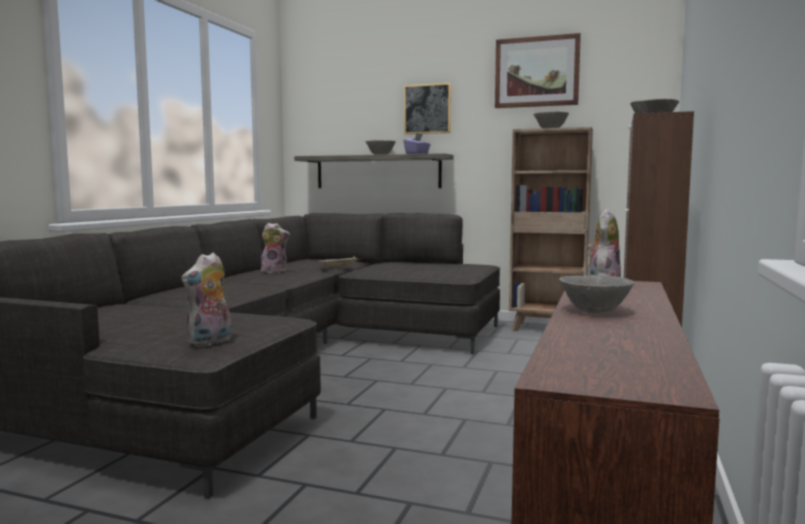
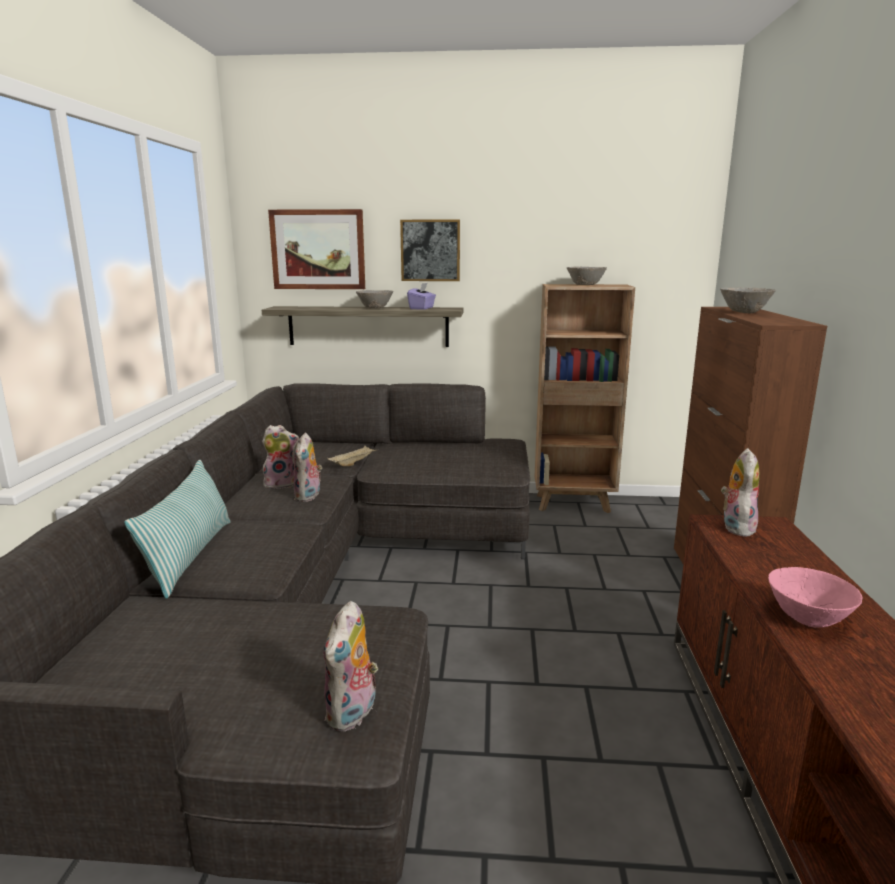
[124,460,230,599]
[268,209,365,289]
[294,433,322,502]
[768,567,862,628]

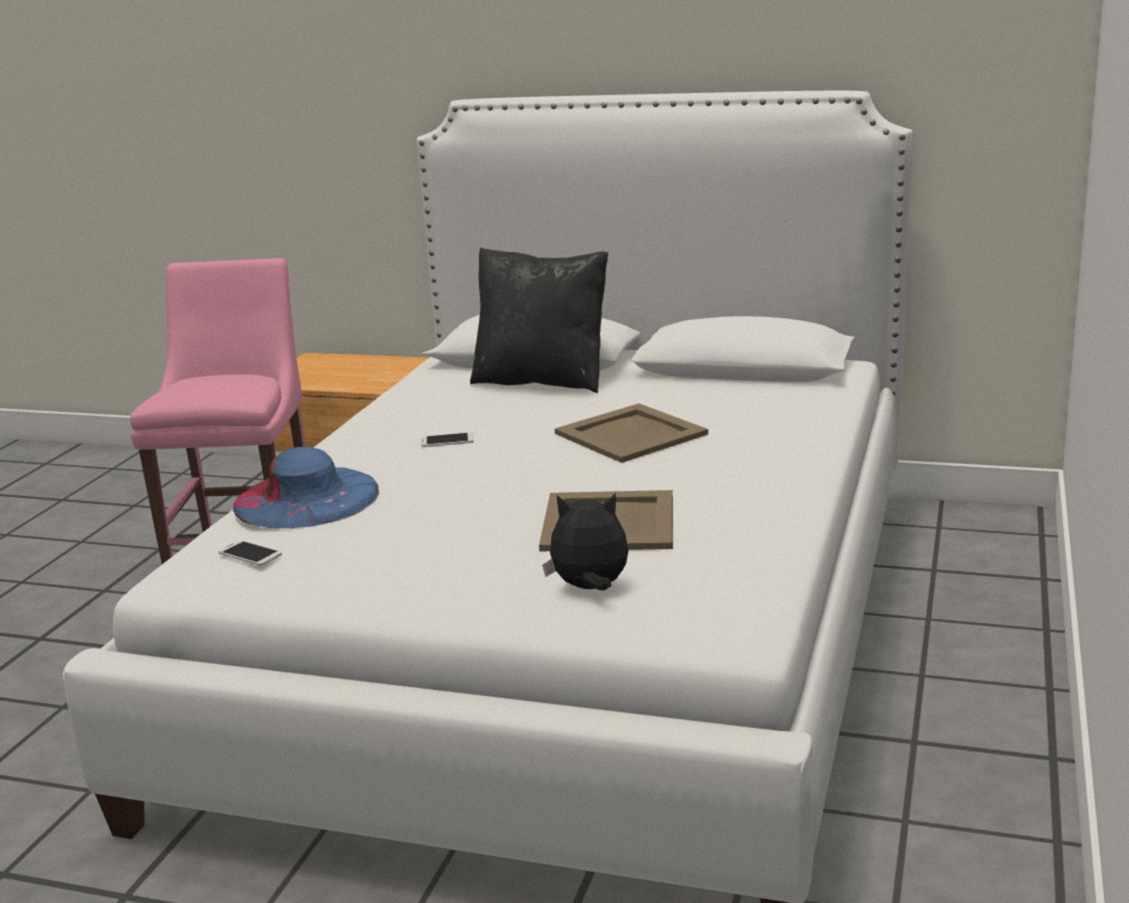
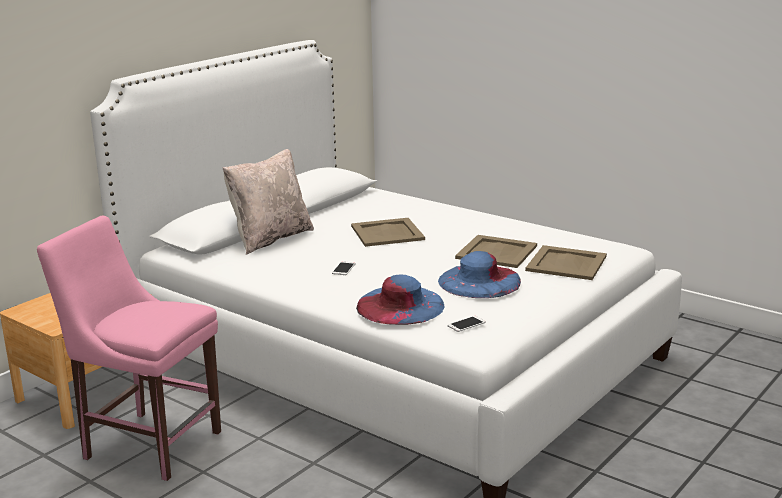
[222,149,314,255]
[438,251,521,298]
[525,245,607,280]

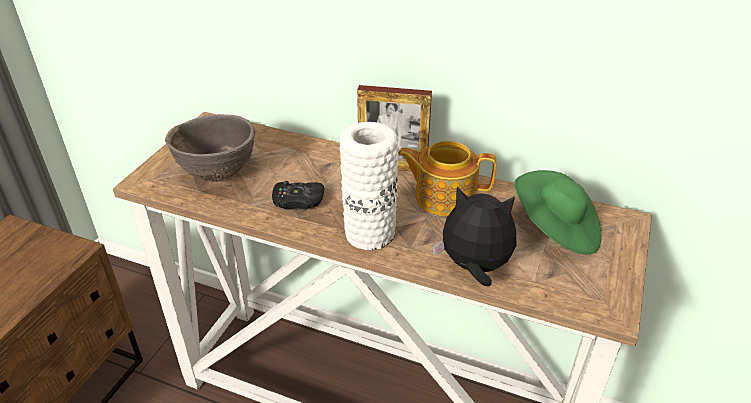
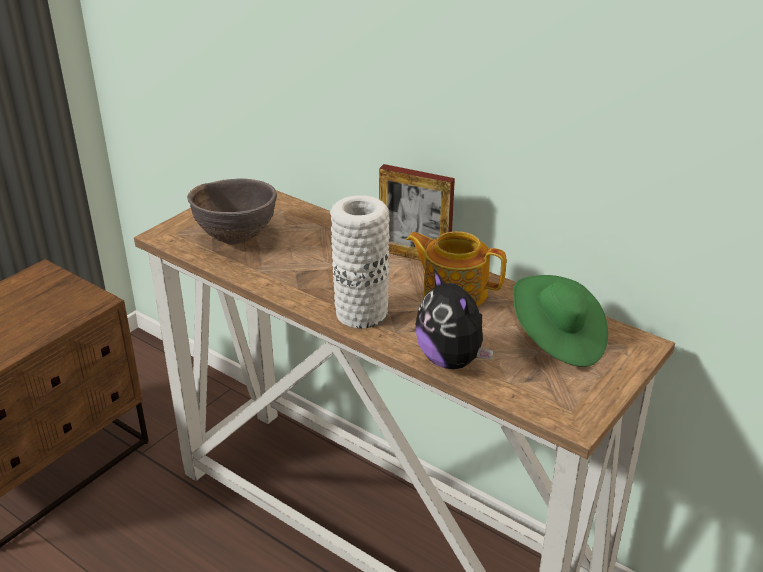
[416,269,493,369]
[272,181,324,210] (first image)

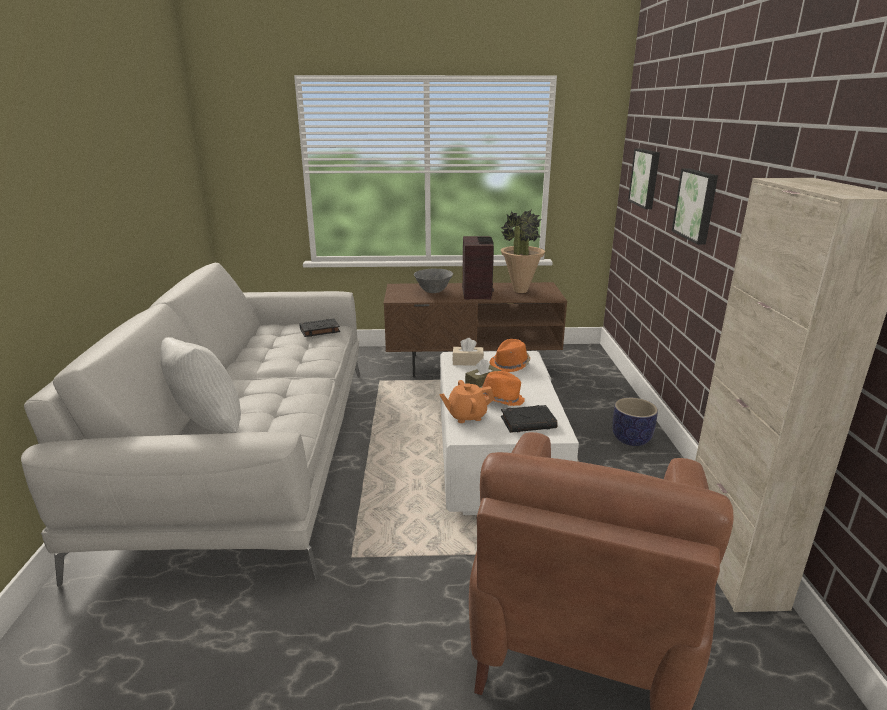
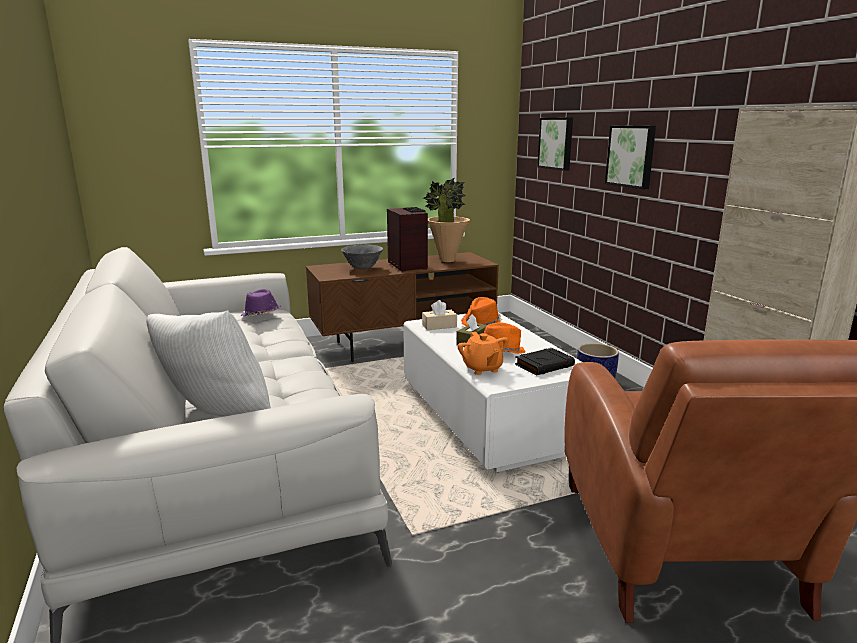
[241,289,281,317]
[458,332,509,375]

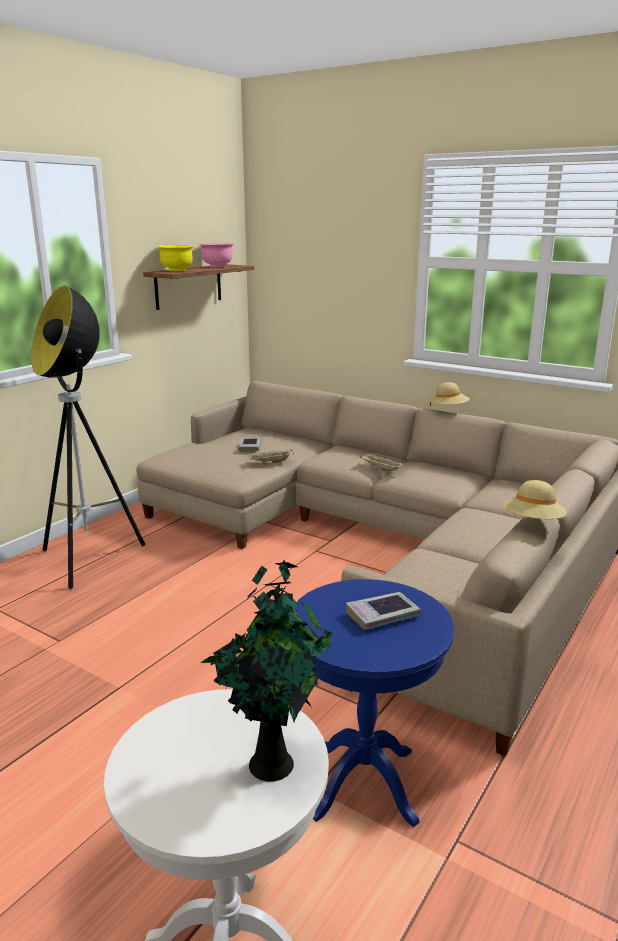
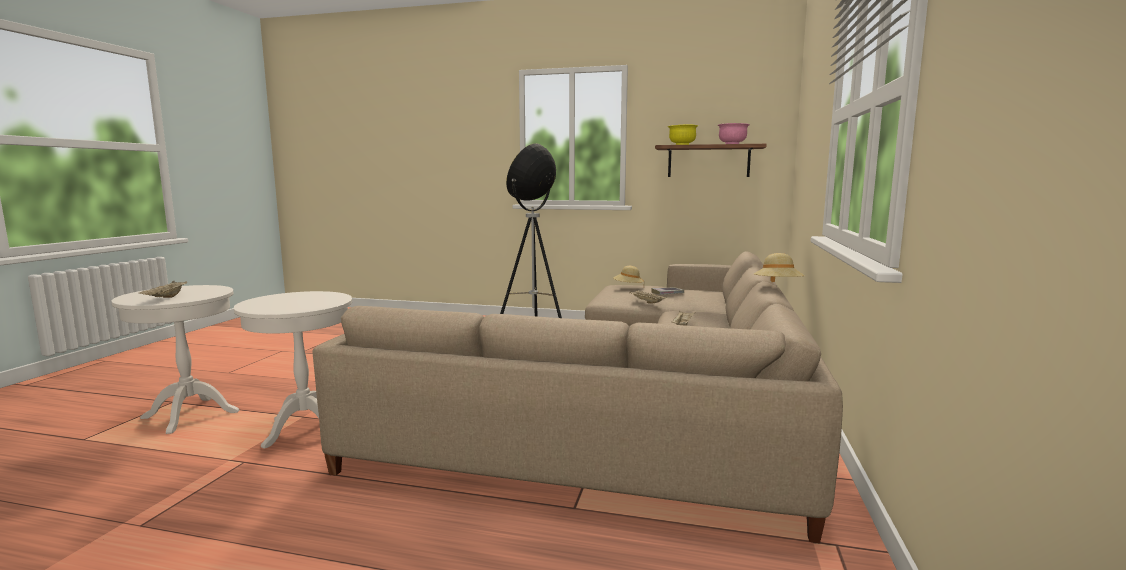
[139,281,188,298]
[234,291,352,449]
[613,266,644,283]
[346,592,421,630] (first image)

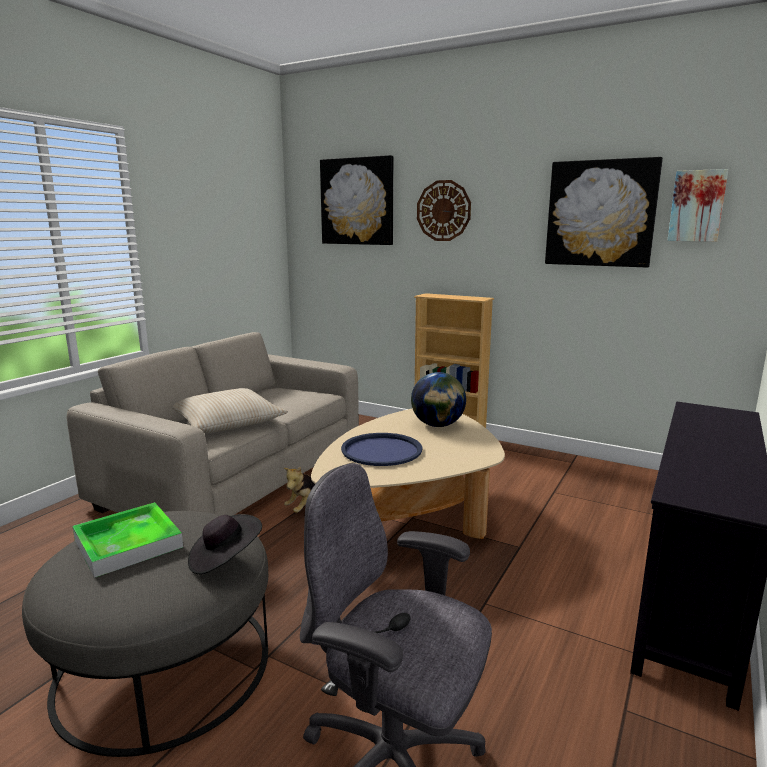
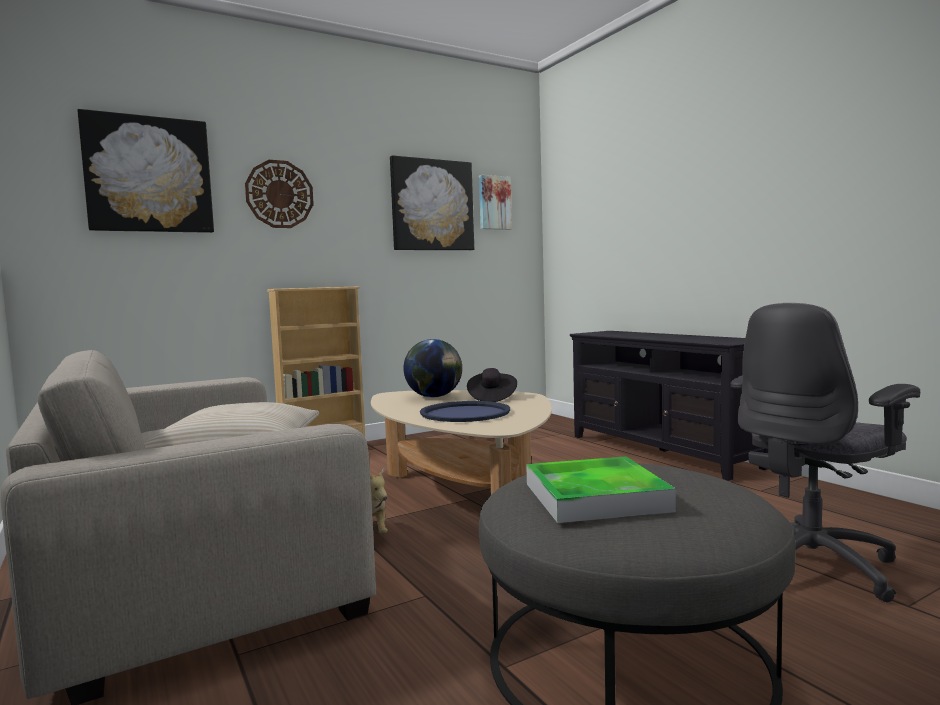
[467,368,517,402]

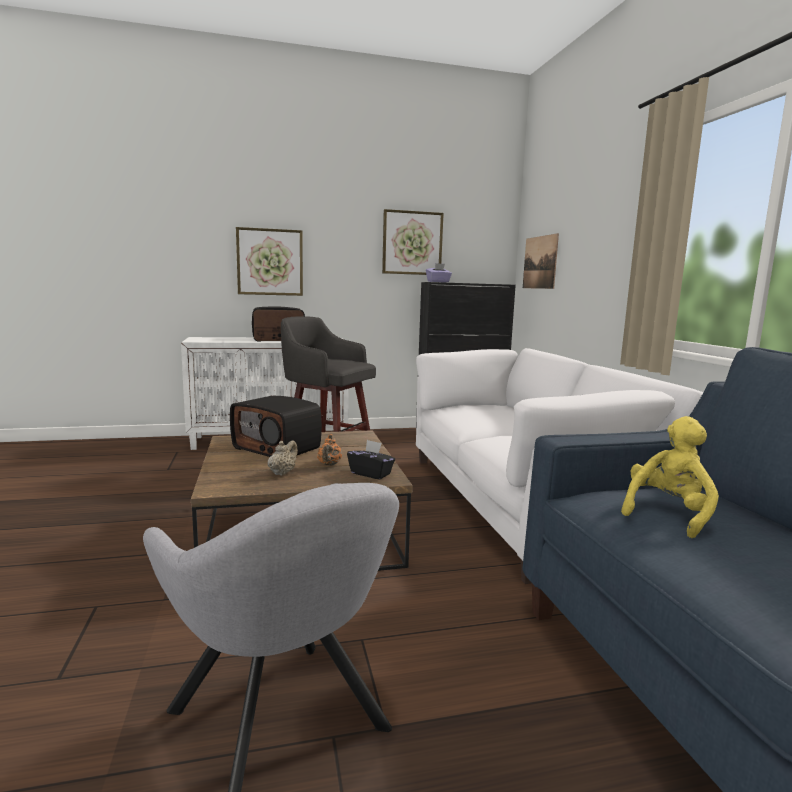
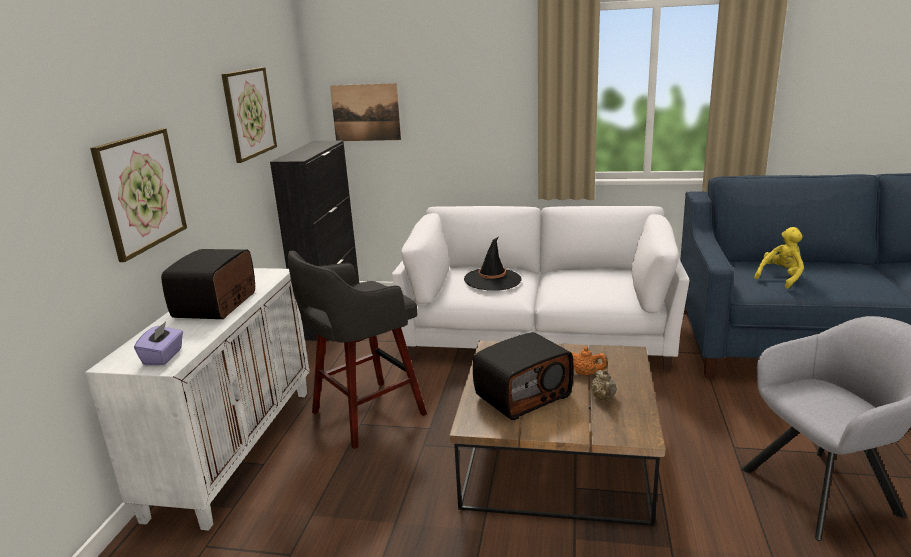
[134,322,183,365]
[464,237,522,291]
[591,369,617,401]
[754,227,804,289]
[347,440,395,480] (first image)

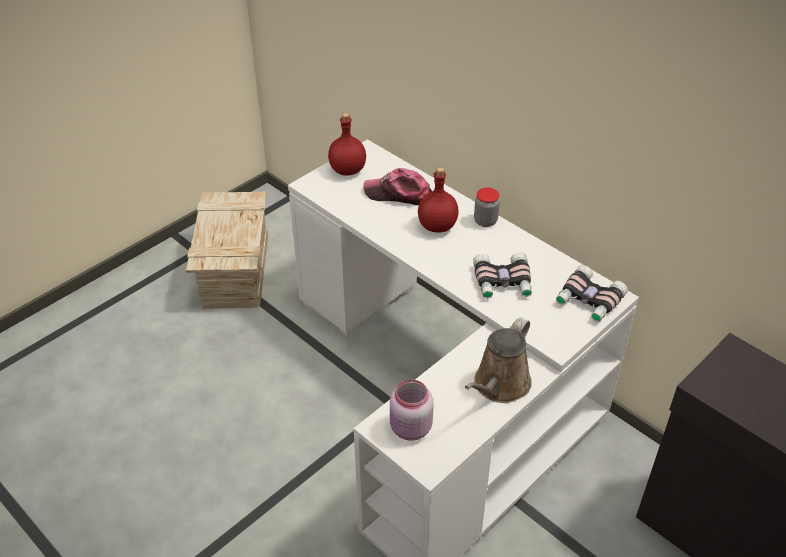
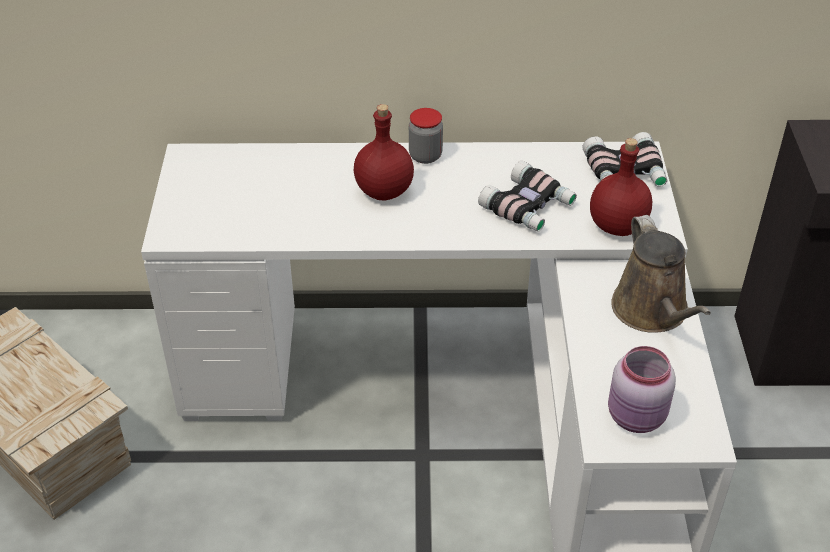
[590,138,652,236]
[363,168,432,205] (first image)

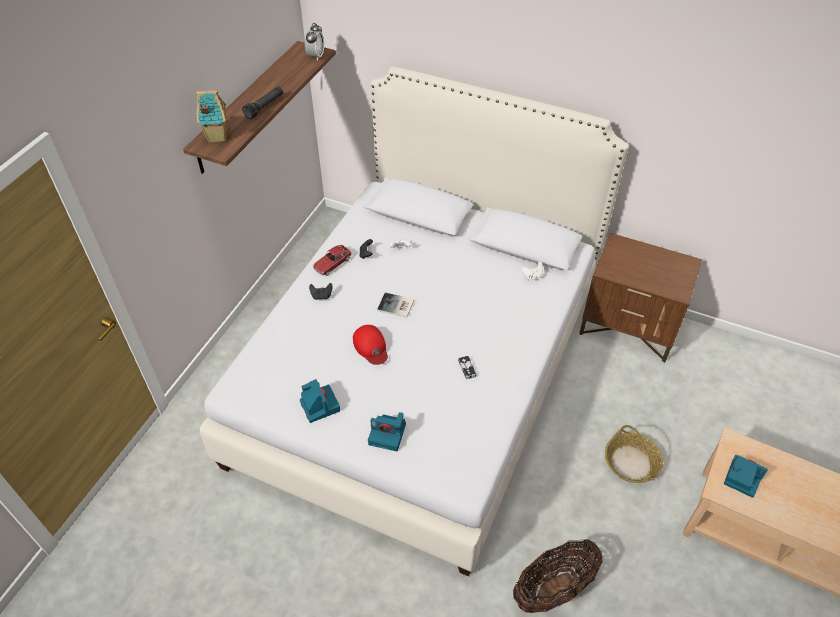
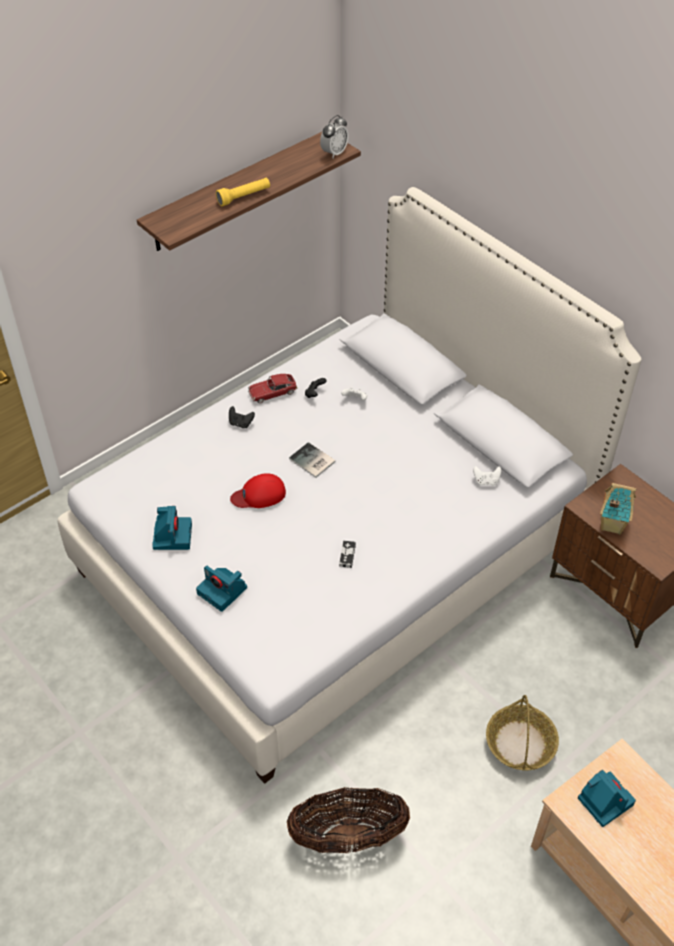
[216,178,270,206]
[230,473,286,508]
[600,483,636,535]

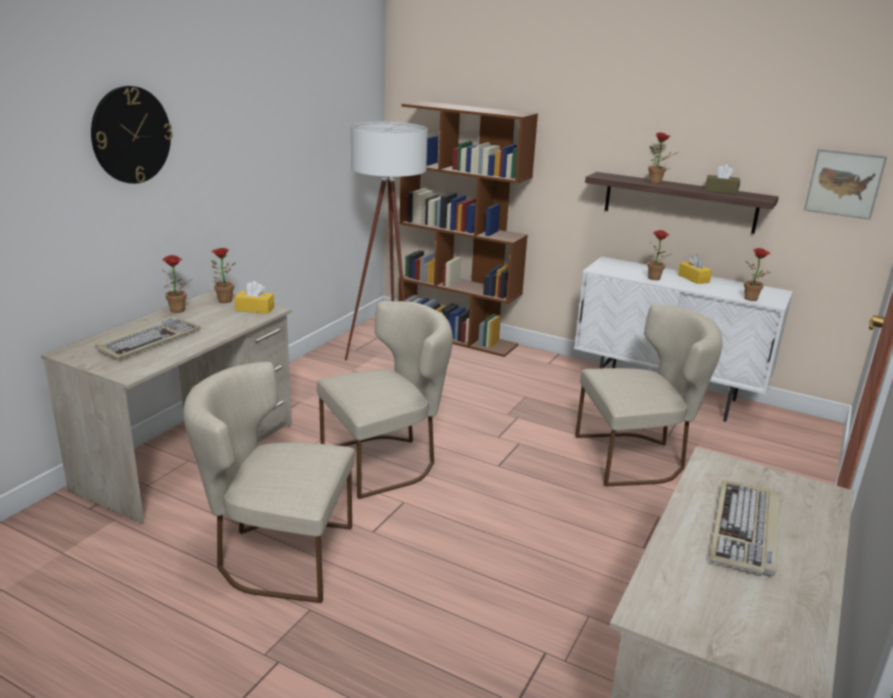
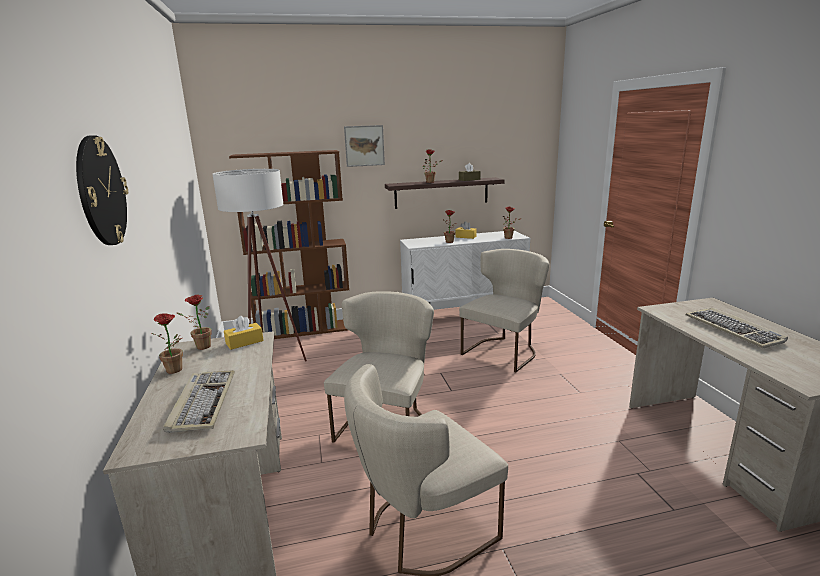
[344,125,385,167]

